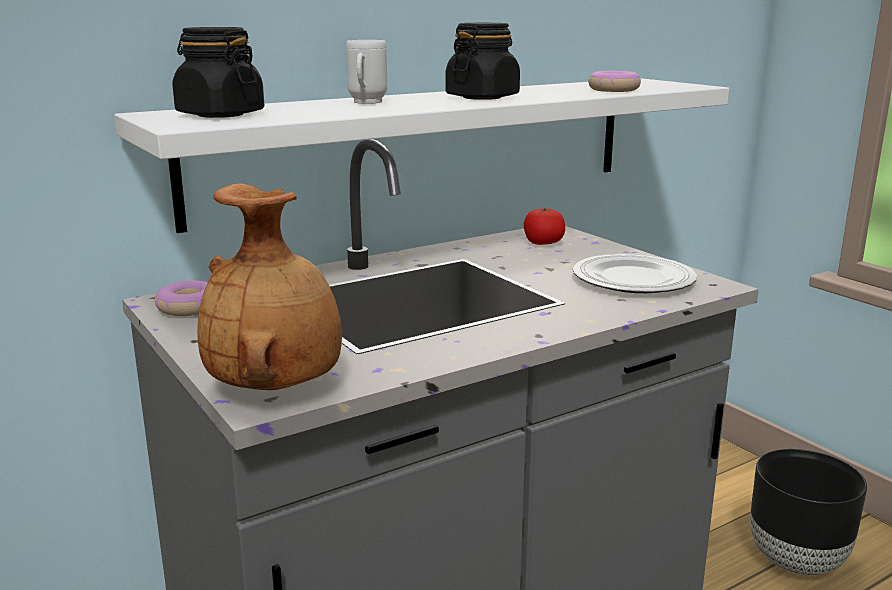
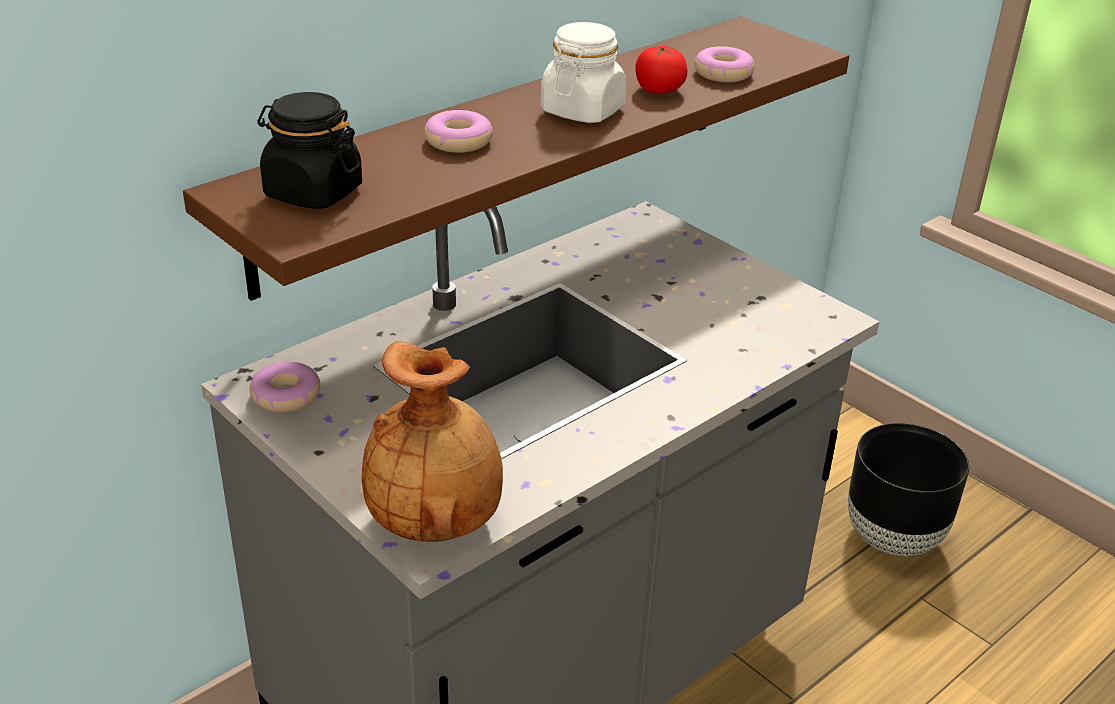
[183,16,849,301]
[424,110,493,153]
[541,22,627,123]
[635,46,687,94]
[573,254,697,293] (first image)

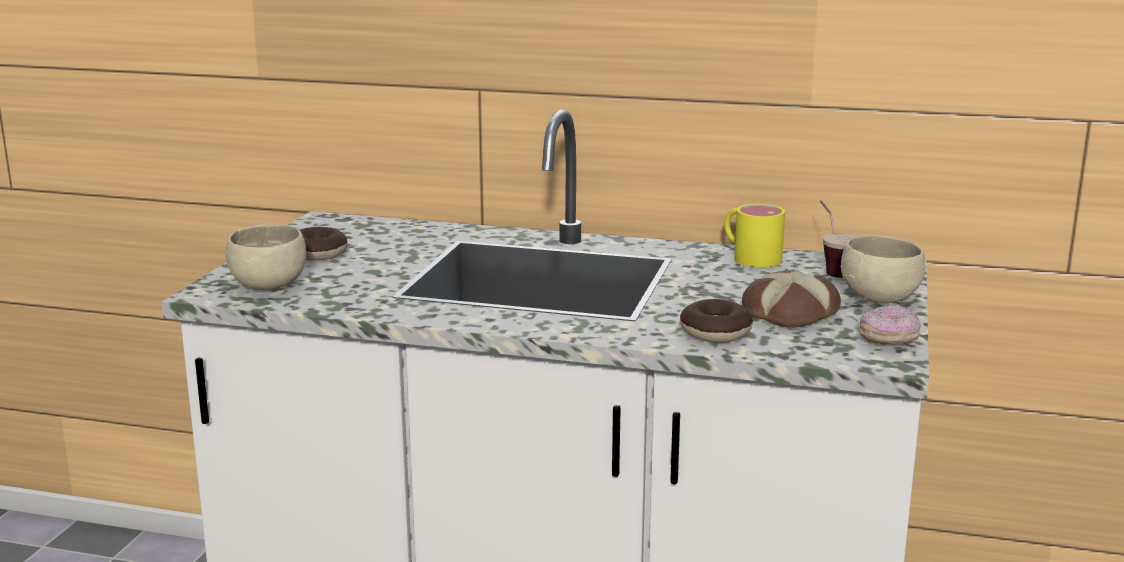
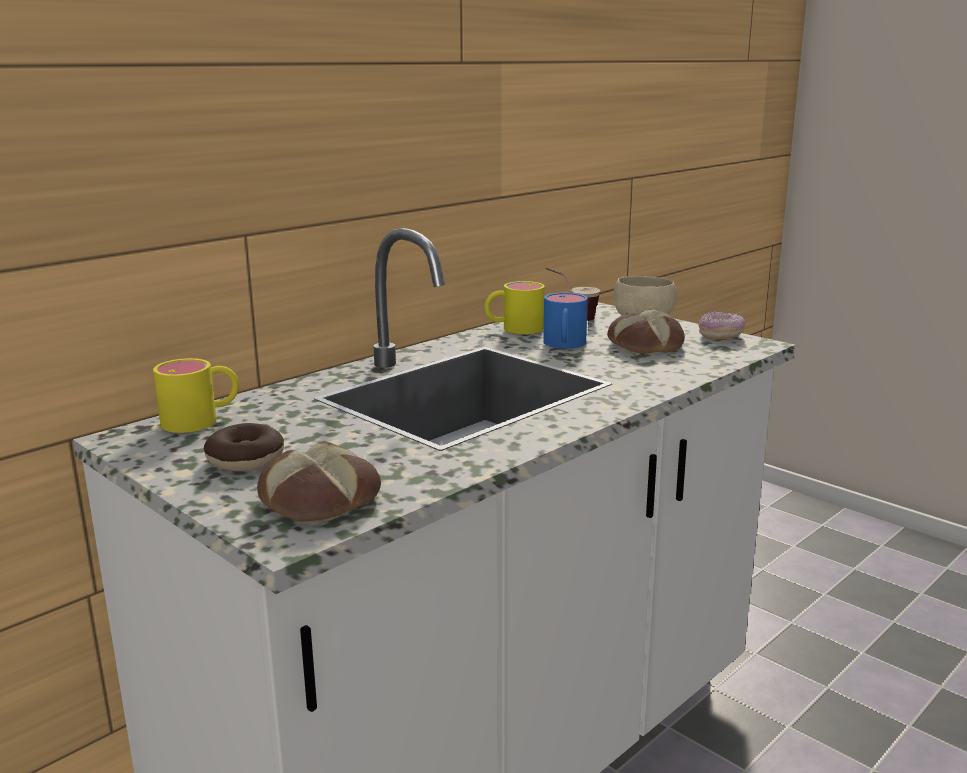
[153,358,239,433]
[257,442,381,522]
[543,293,588,349]
[680,299,753,343] (first image)

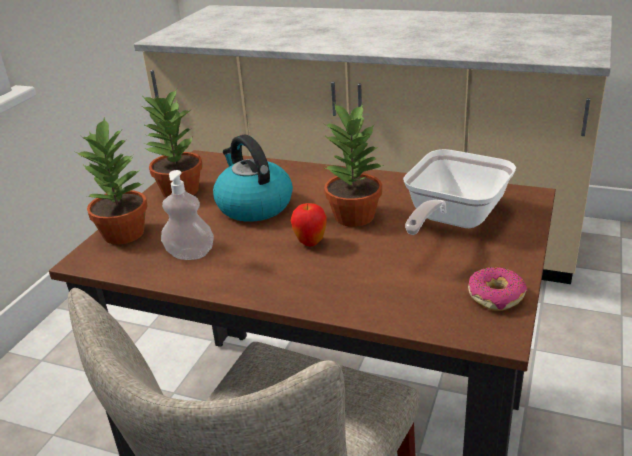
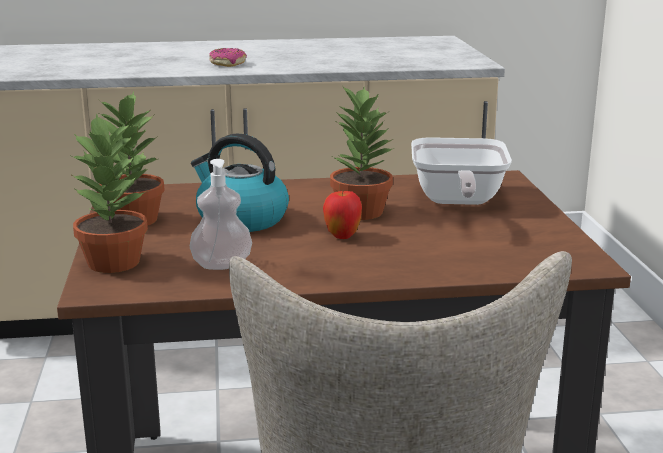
[209,48,247,67]

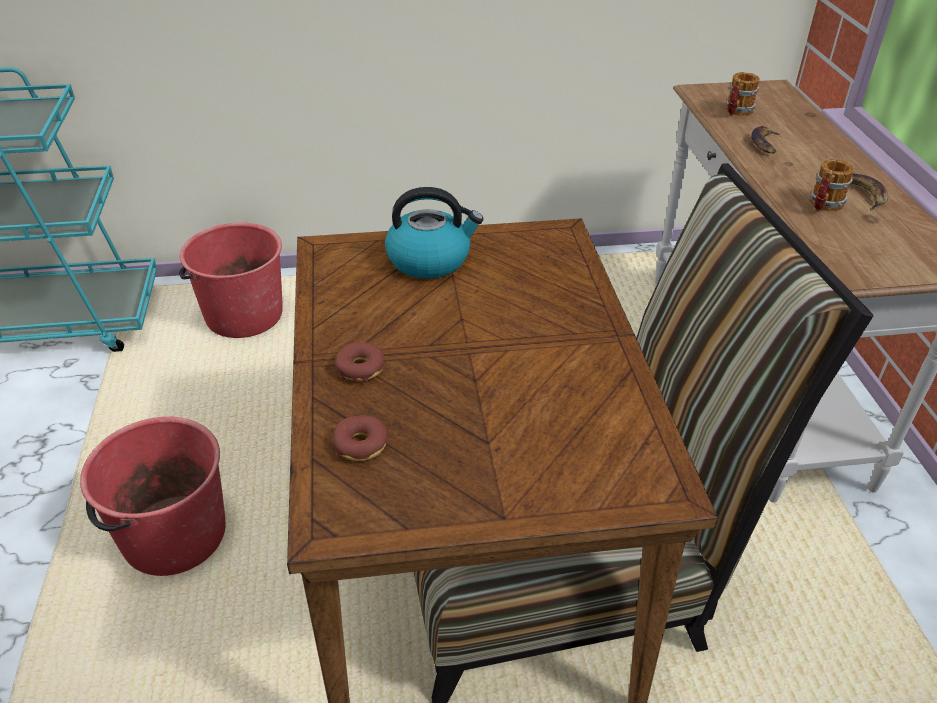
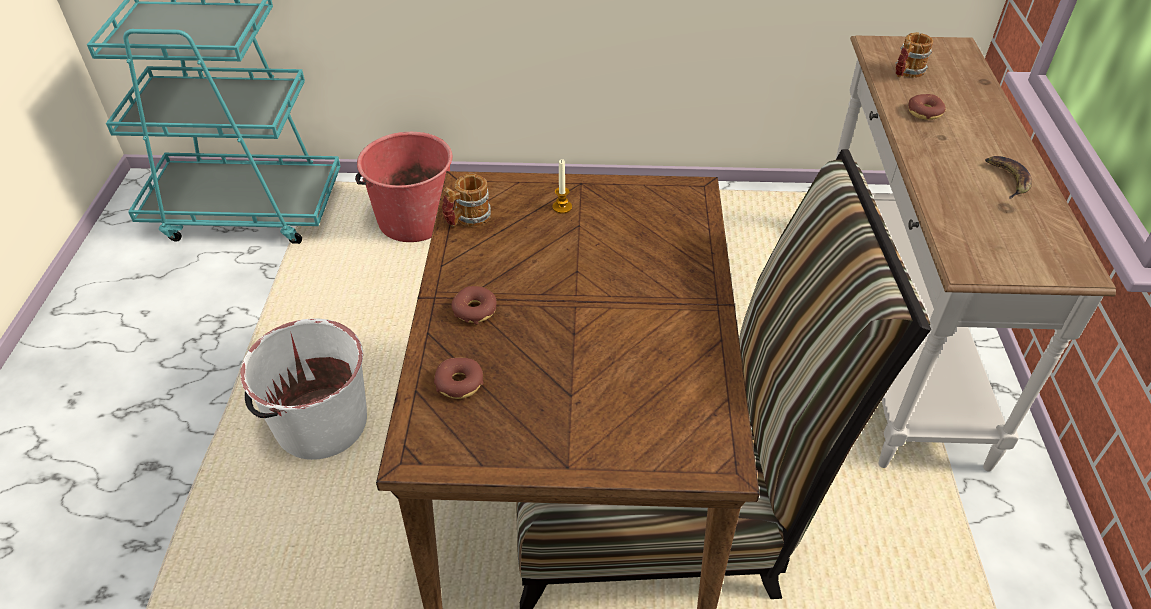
[240,318,367,460]
[442,174,491,227]
[553,159,572,214]
[908,94,946,120]

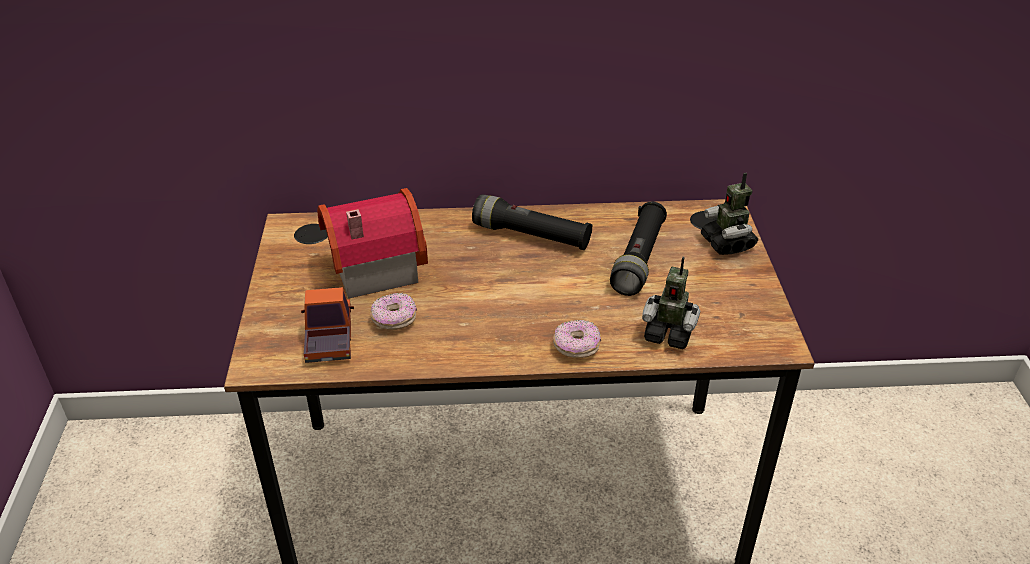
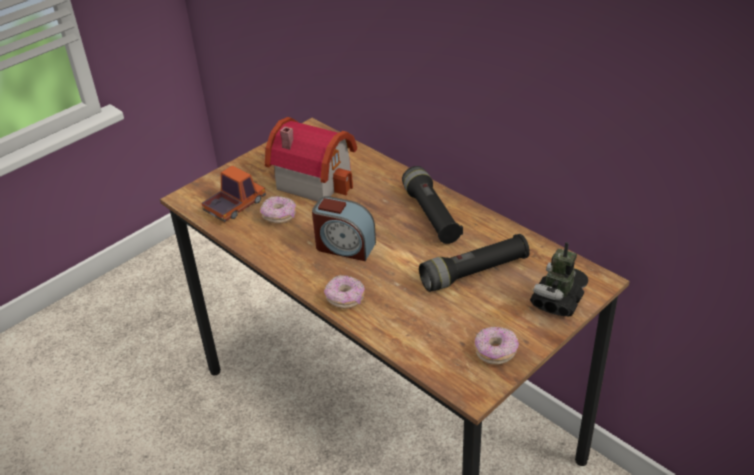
[312,196,376,261]
[475,326,519,365]
[642,257,700,349] (first image)

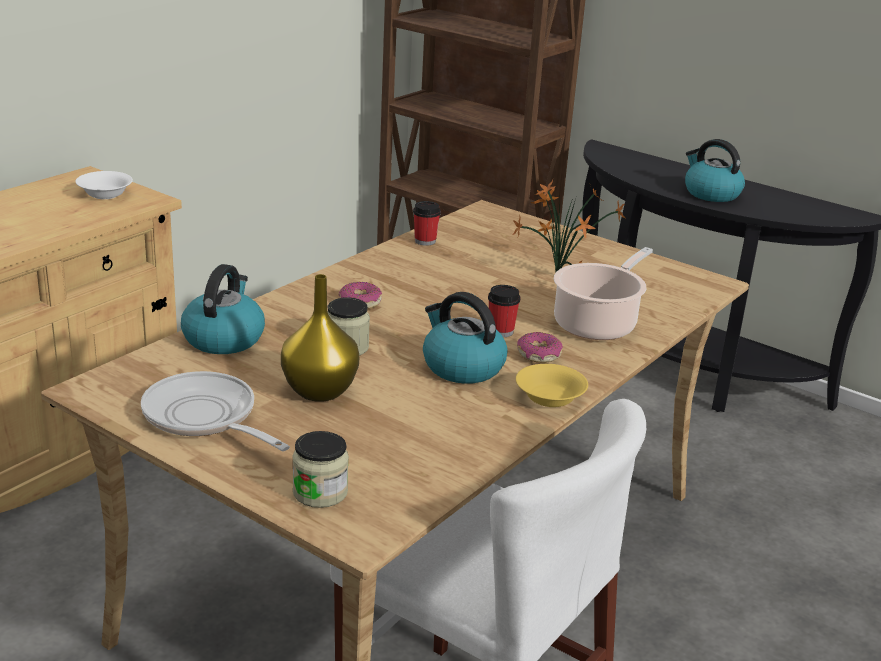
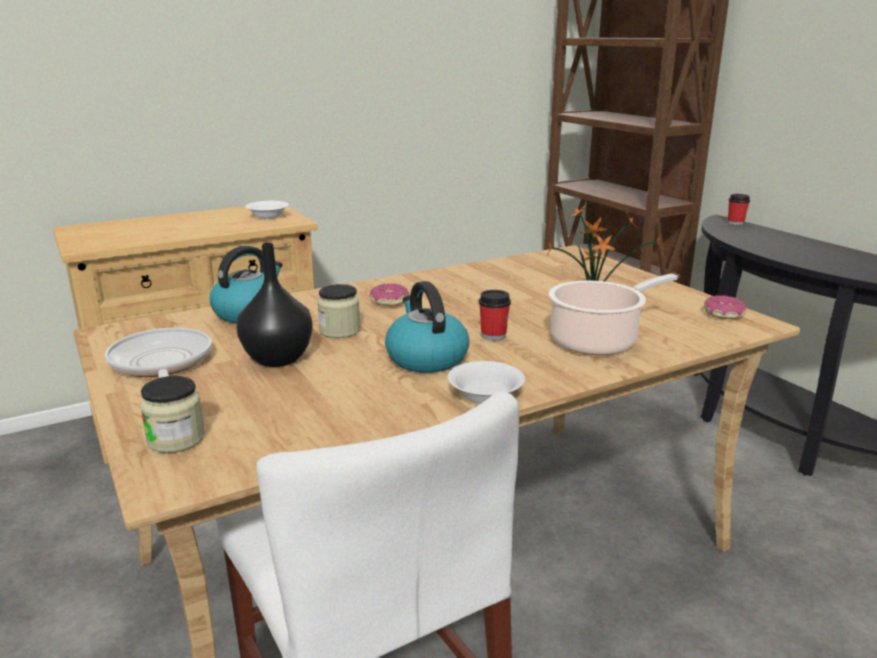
[237,243,313,367]
[448,361,525,404]
[704,295,747,319]
[728,194,750,225]
[685,139,745,202] (first image)

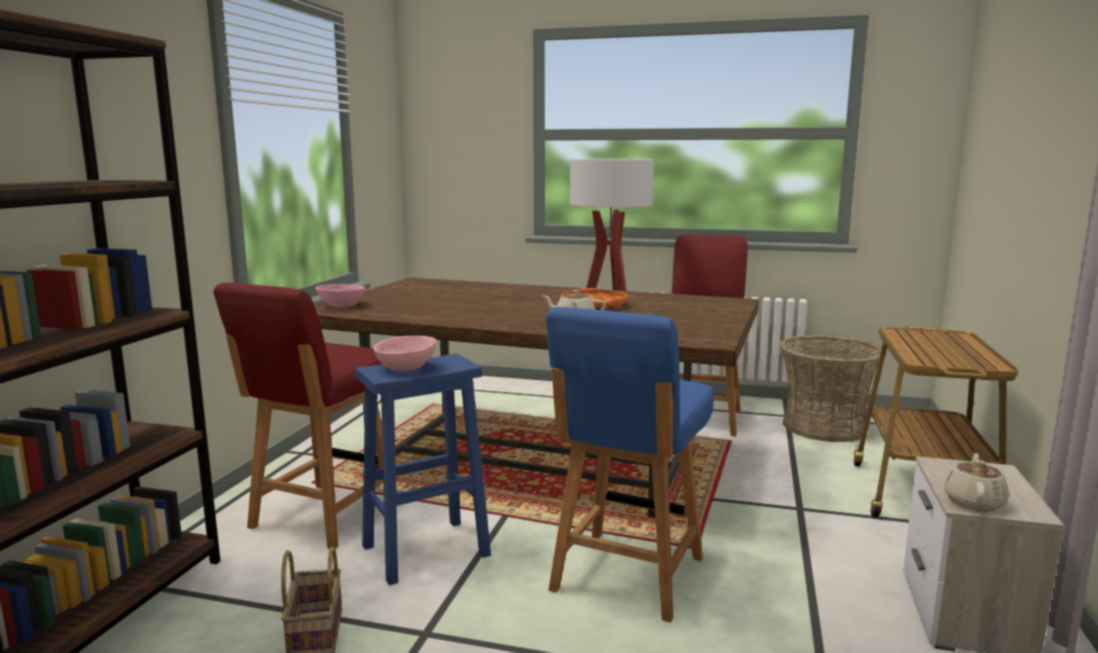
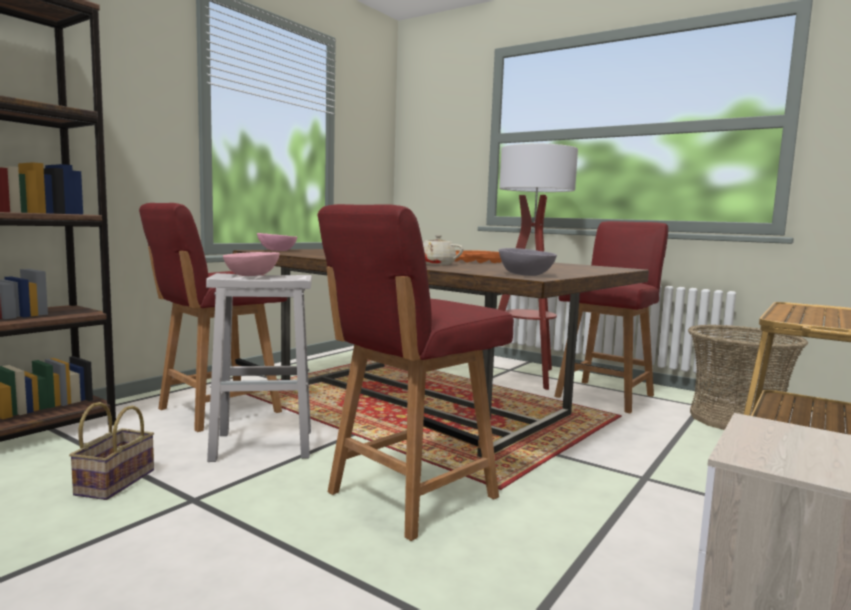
[206,273,312,462]
[318,204,514,541]
[499,248,557,276]
[944,453,1009,512] (first image)

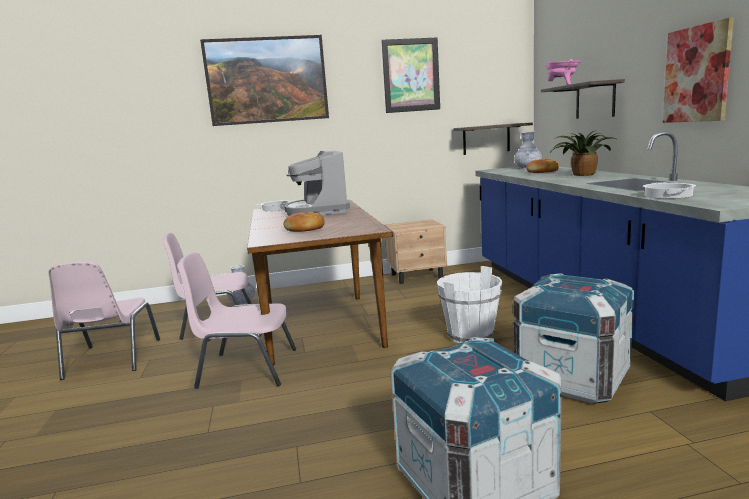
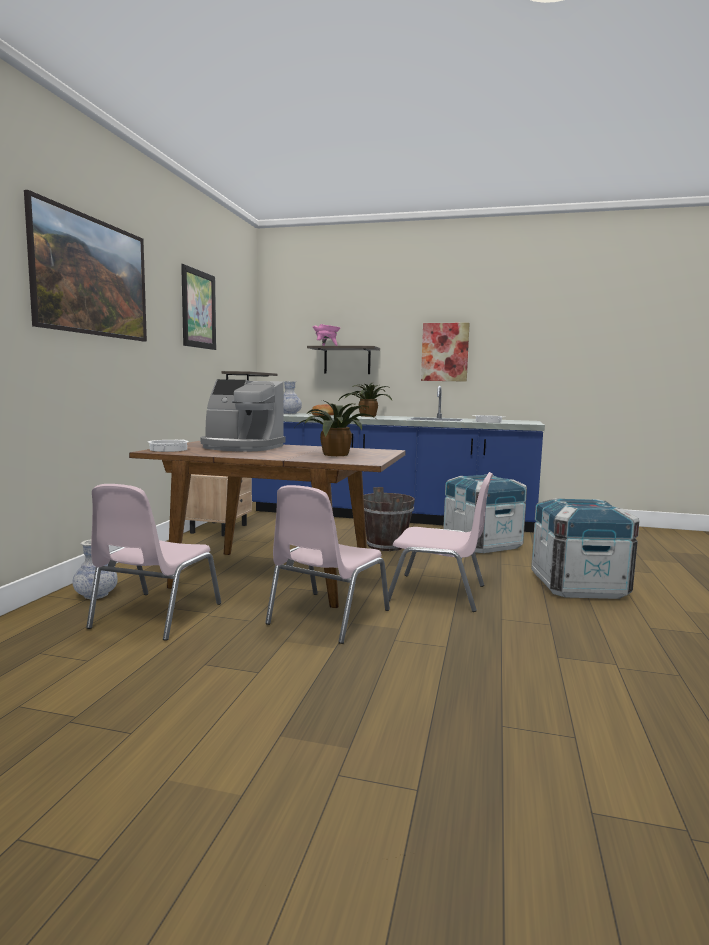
[295,400,375,456]
[364,487,415,551]
[388,472,493,612]

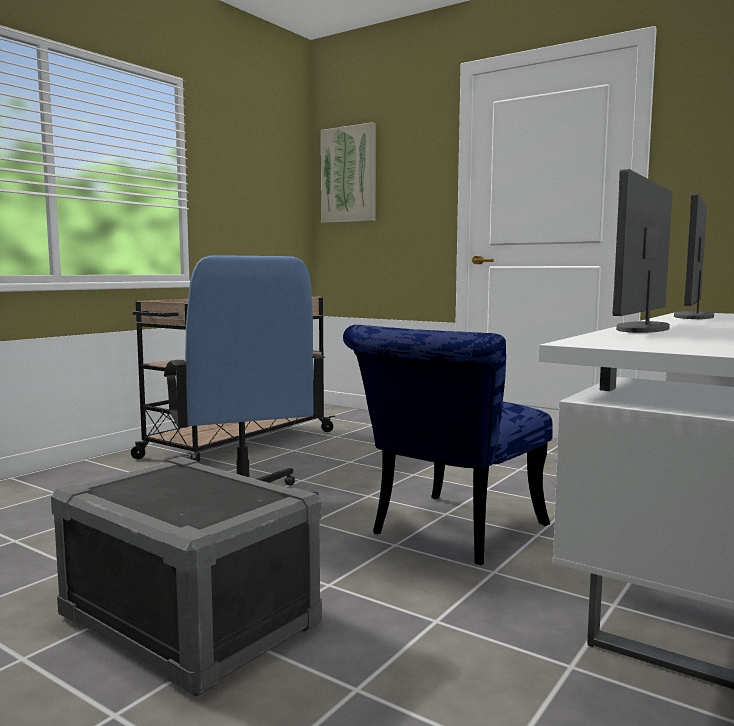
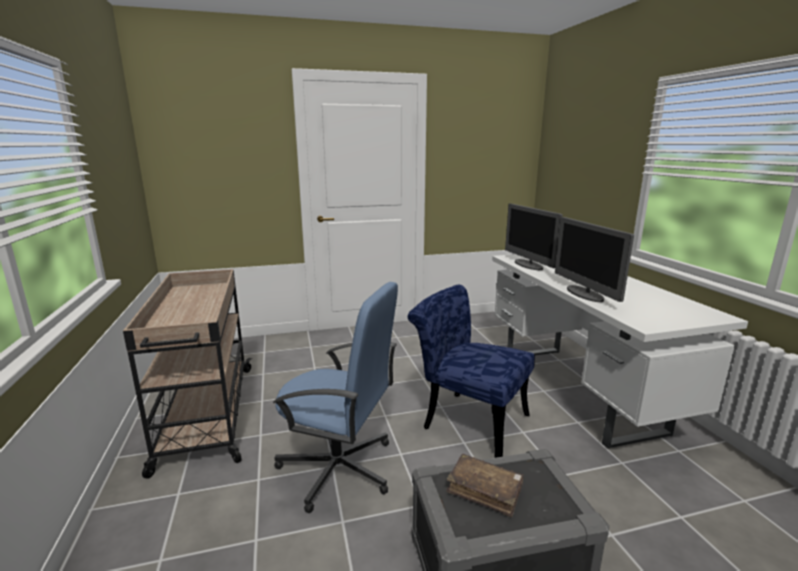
[408,285,535,458]
[446,454,524,517]
[321,122,376,223] (first image)

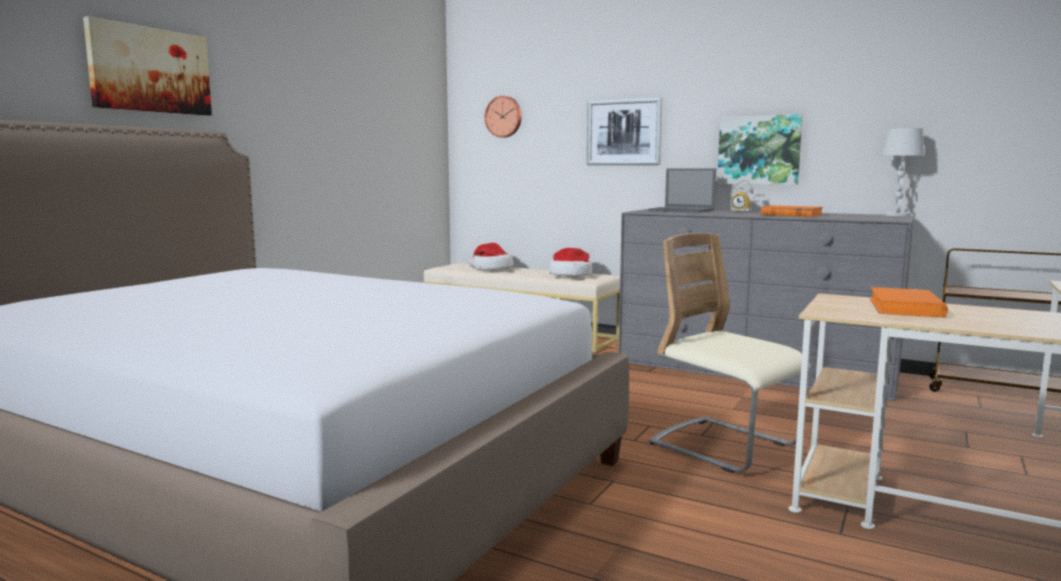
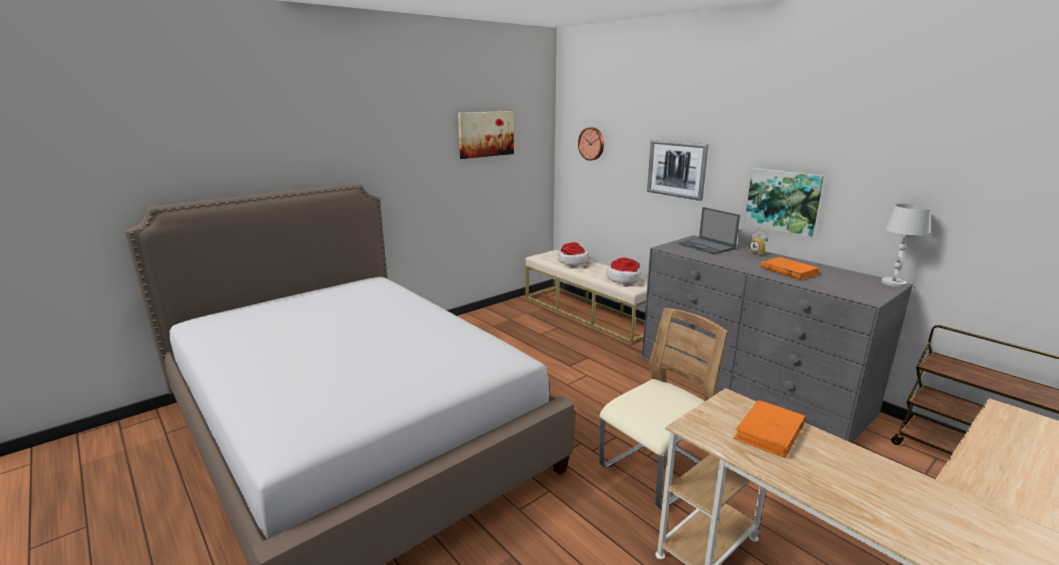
[458,111,514,159]
[599,308,728,509]

